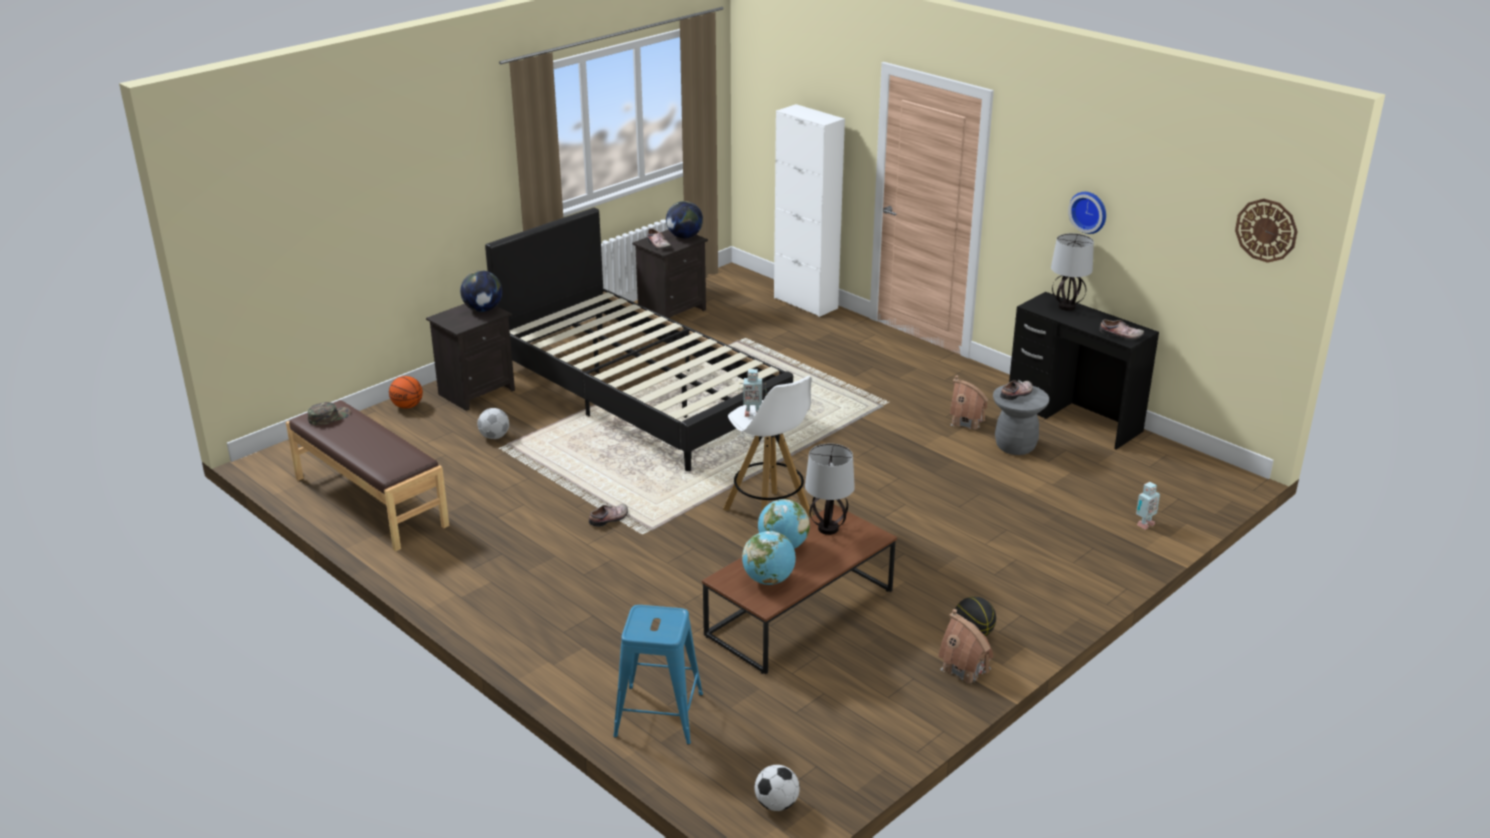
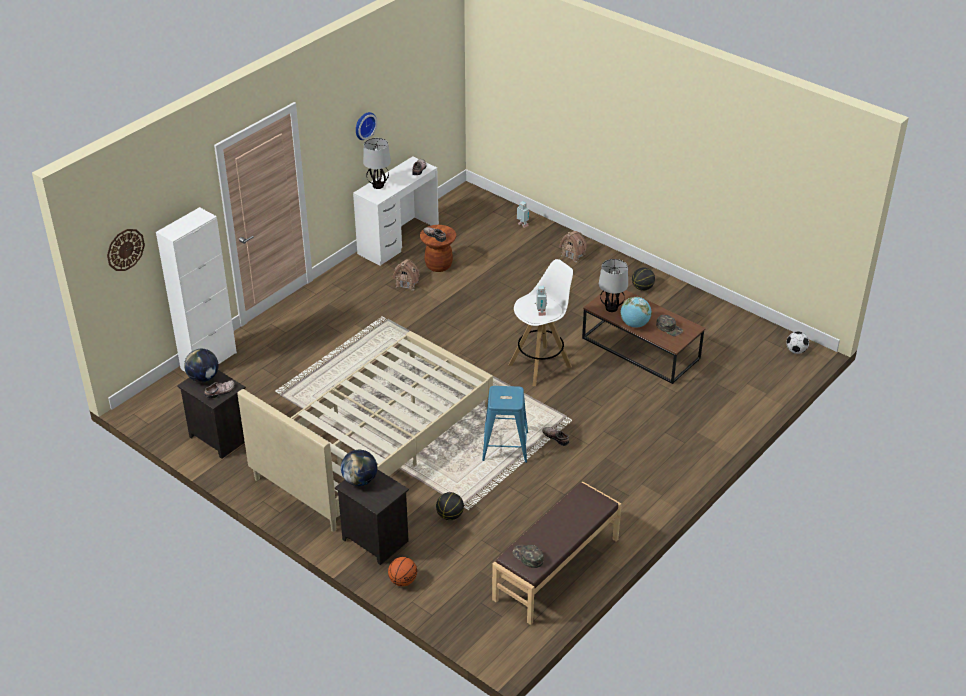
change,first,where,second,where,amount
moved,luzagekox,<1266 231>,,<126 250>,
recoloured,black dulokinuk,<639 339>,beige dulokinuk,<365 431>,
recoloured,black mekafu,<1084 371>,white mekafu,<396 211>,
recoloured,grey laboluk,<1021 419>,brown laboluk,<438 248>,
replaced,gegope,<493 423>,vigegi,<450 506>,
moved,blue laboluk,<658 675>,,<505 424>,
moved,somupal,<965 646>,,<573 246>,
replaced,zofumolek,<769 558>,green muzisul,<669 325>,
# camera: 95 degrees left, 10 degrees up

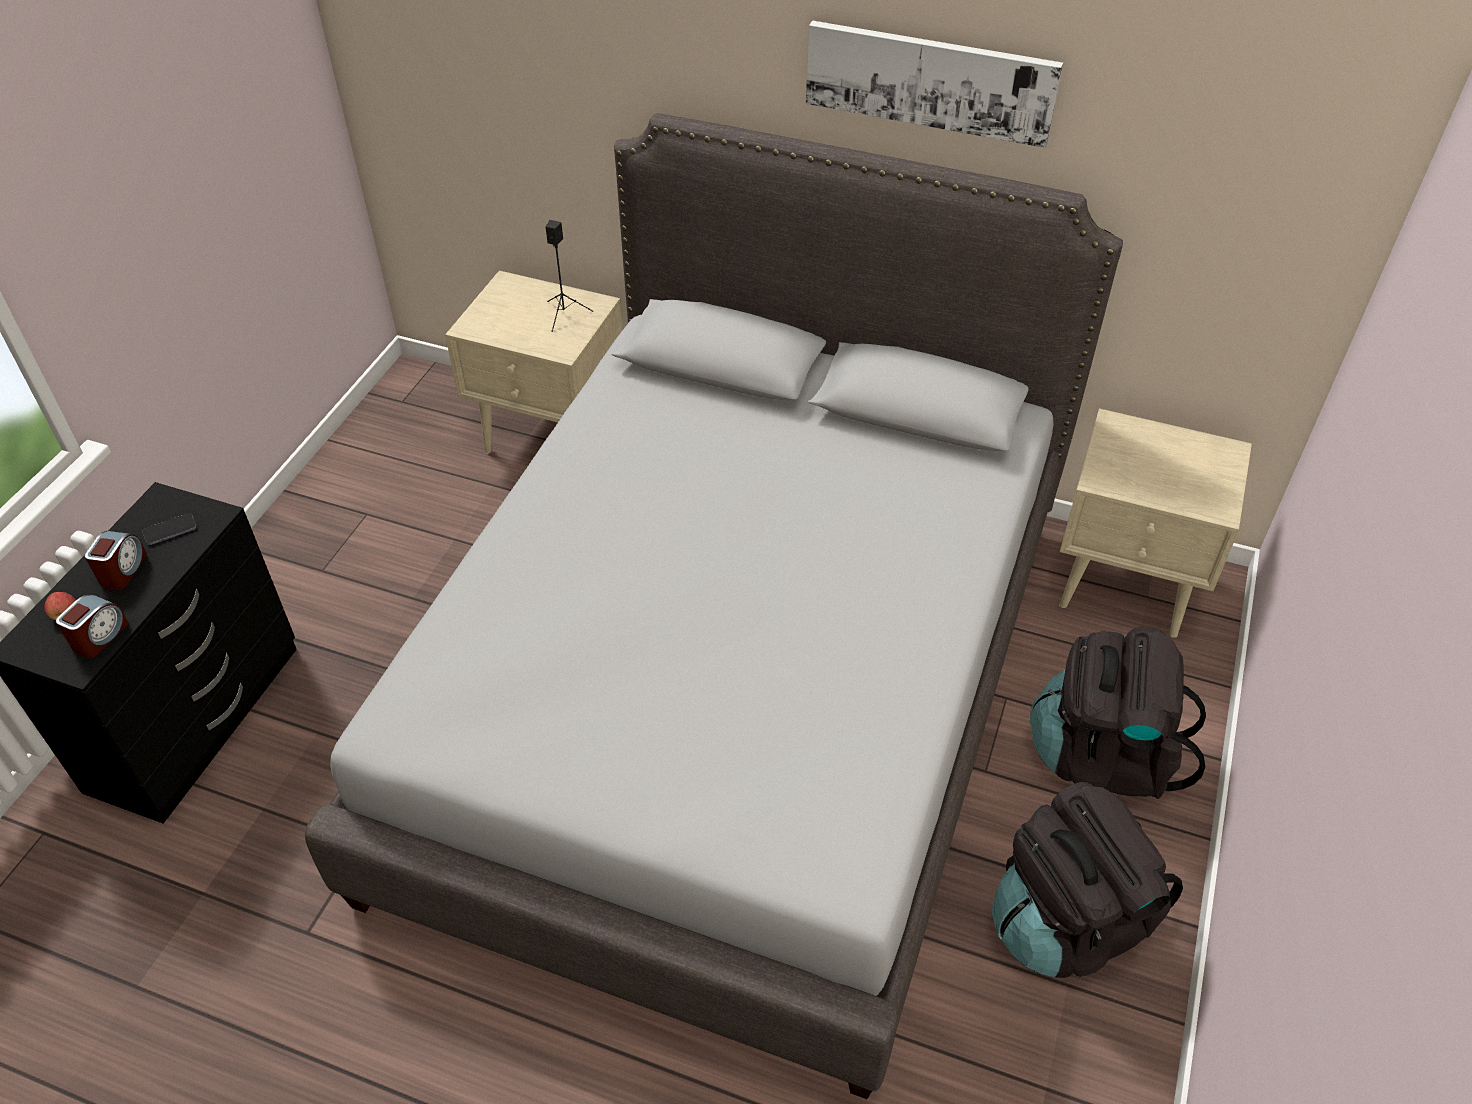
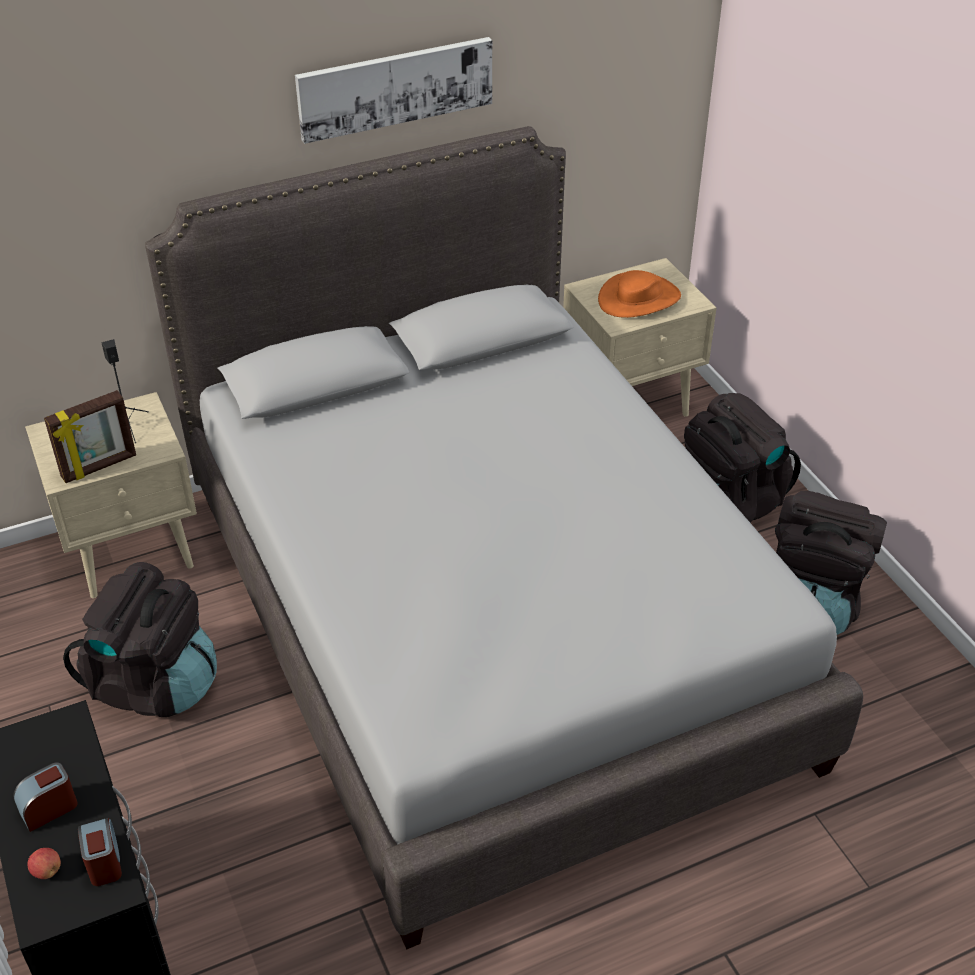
change,first,where,second,where,amount
turned,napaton,<116 560>,,<45 797>,90 degrees counterclockwise
added,,,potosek,<90 436>,
added,,,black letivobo,<140 639>,
added,,,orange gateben,<639 294>,
removed,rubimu,<169 529>,,,
# camera: 45 degrees left, 5 degrees down

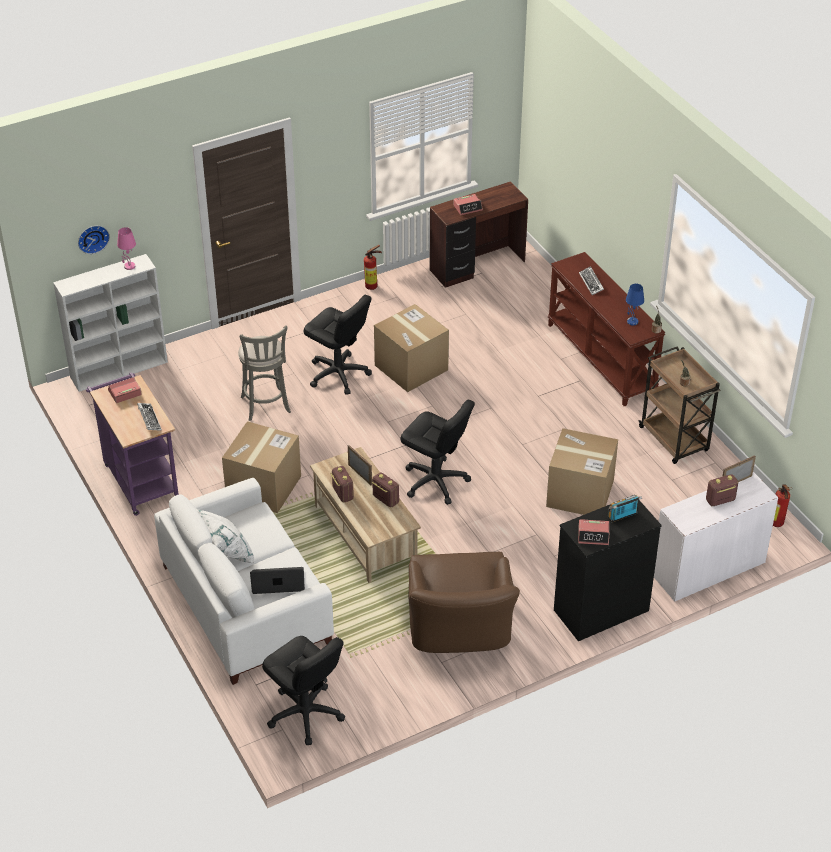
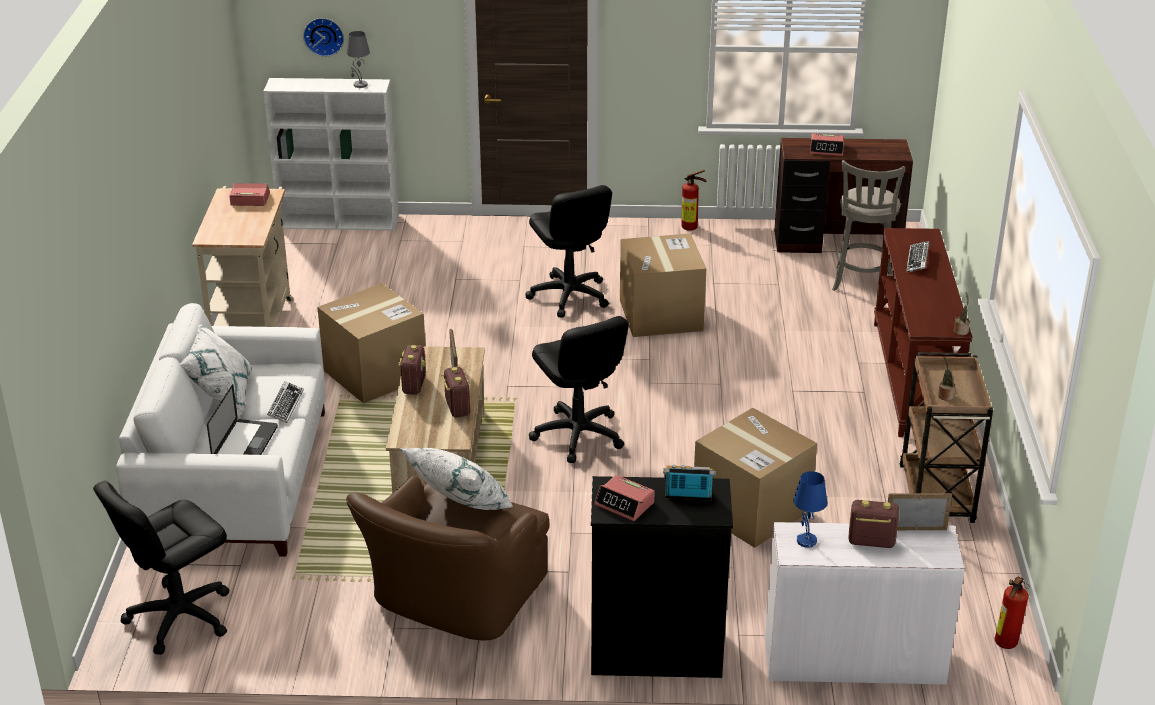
change,first,where,second,where,amount
turned,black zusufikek,<303 690>,,<161 568>,60 degrees clockwise
recoloured,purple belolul,<132 444>,beige belolul,<243 256>,
turned,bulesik,<277 580>,,<242 419>,75 degrees clockwise
moved,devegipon,<149 417>,,<285 402>,
recoloured,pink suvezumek,<126 248>,grey suvezumek,<358 59>,
added,,,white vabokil,<457 479>,
moved,blue suvezumek,<635 305>,,<810 509>,
moved,grey laboluk,<264 373>,,<868 228>,
# camera: 30 degrees right, 10 degrees down

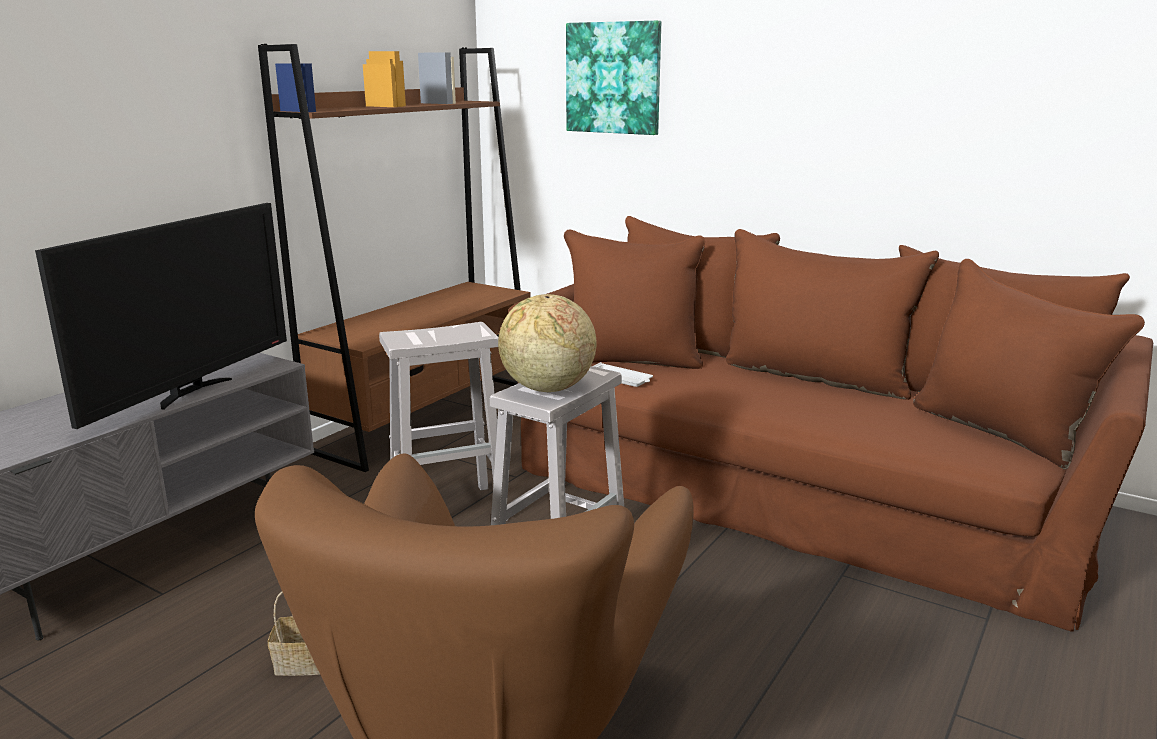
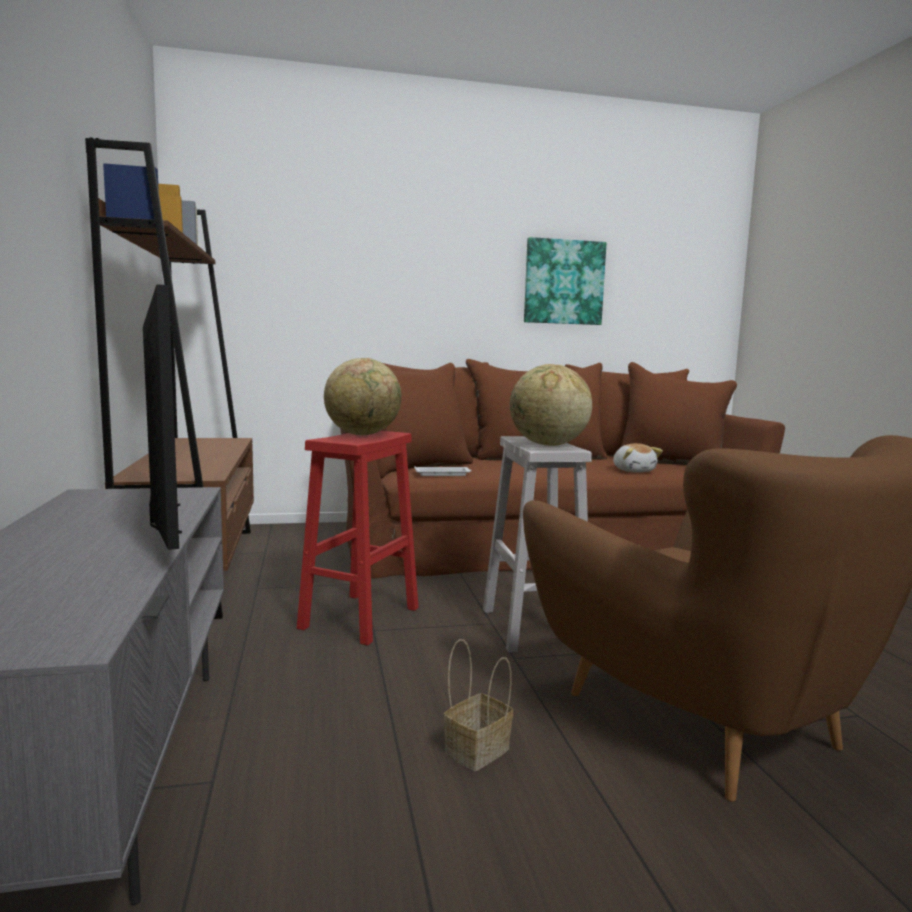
change,first,where,second,where,amount
recoloured,white laboluk,<443 421>,red laboluk,<358 538>,
added,,,zofumolek,<363 396>,
moved,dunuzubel,<613 78>,,<565 281>,
added,,,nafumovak,<638 457>,
# camera: 45 degrees left, 10 degrees down

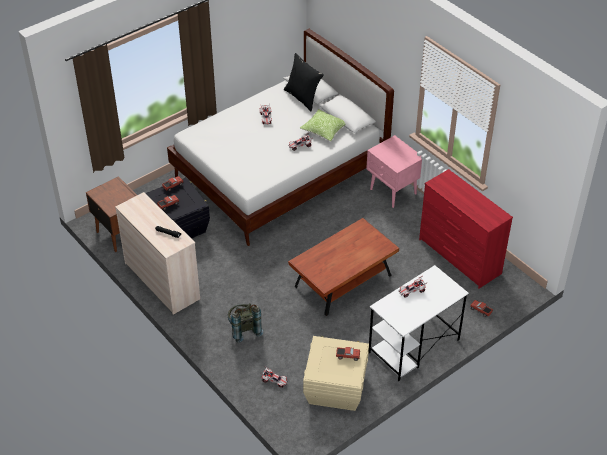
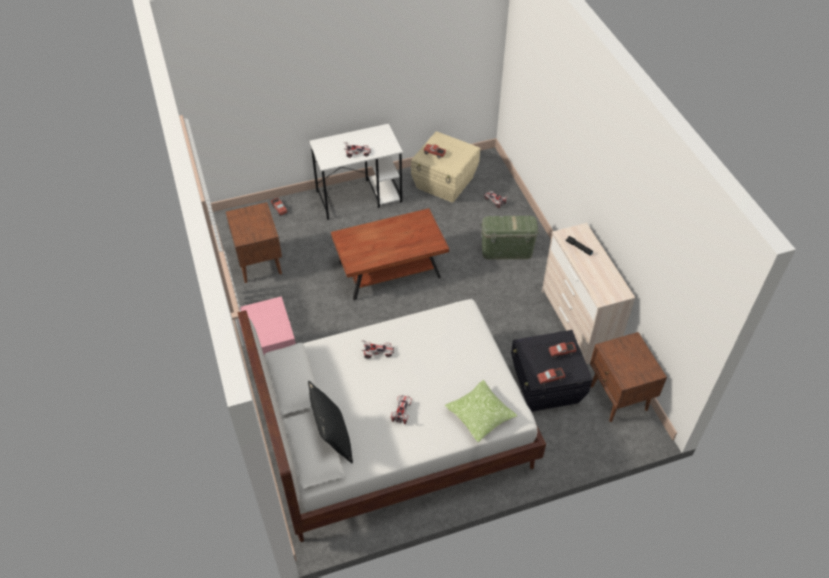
change,first,where,second,where,amount
replaced,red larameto,<466 229>,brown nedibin,<254 242>,
moved,vabokil,<322 125>,,<481 411>,
replaced,grey letivobo,<245 323>,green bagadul,<509 238>,
# camera: 160 degrees left, 5 degrees up

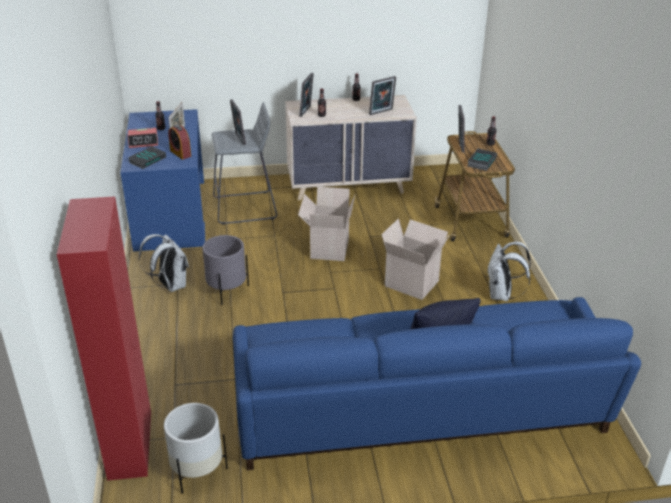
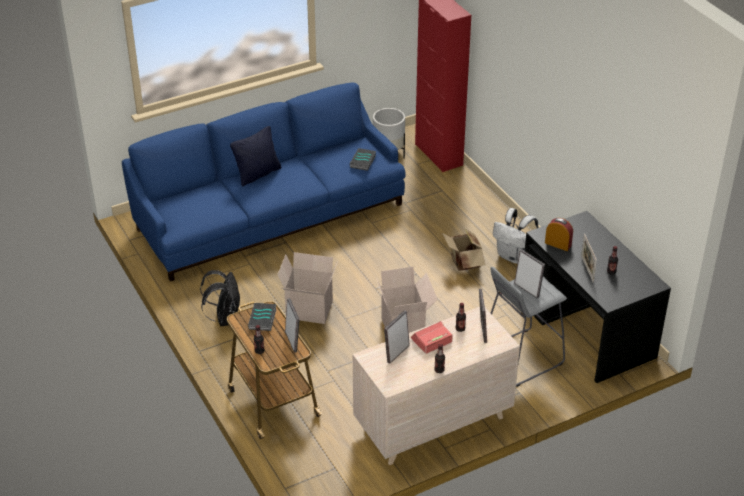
change,first,where,second,where,amount
recoloured,white letivobo,<509 271>,black letivobo,<220 298>,
moved,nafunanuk,<147 157>,,<363 159>,
moved,napaton,<143 138>,,<432 337>,
replaced,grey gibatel,<225 270>,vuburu,<464 250>,
recoloured,blue mekafu,<162 180>,black mekafu,<598 297>,
# camera: 160 degrees right, 5 degrees up

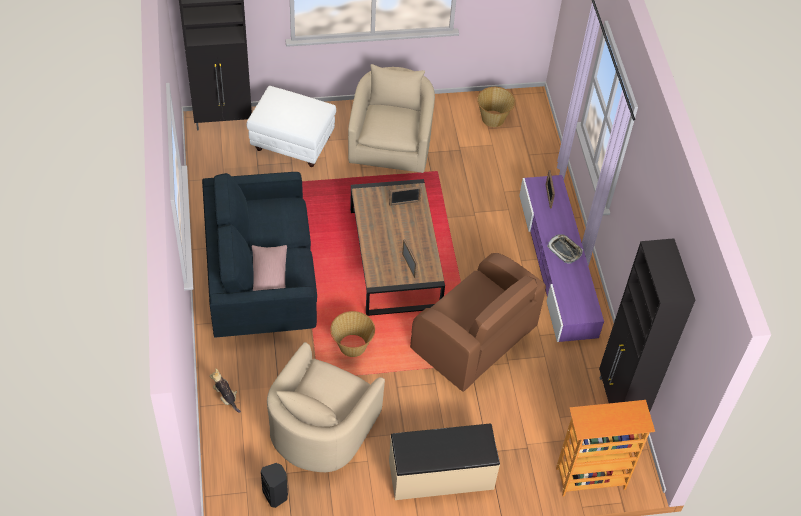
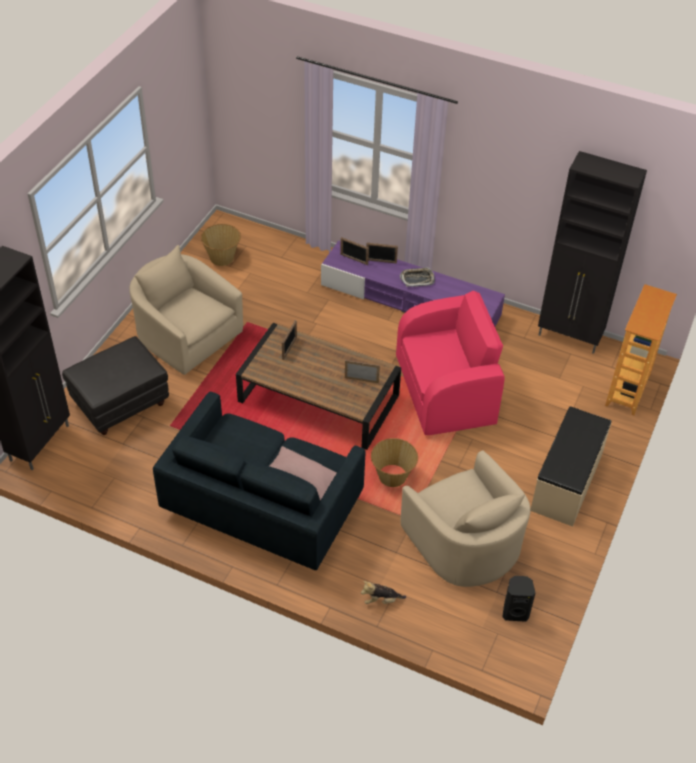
change,first,where,second,where,amount
recoloured,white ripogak,<291 126>,black ripogak,<115 385>,
added,,,potosek,<382 253>,
recoloured,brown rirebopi,<478 322>,pink rirebopi,<450 363>,
# camera: 55 degrees left, 5 degrees down

